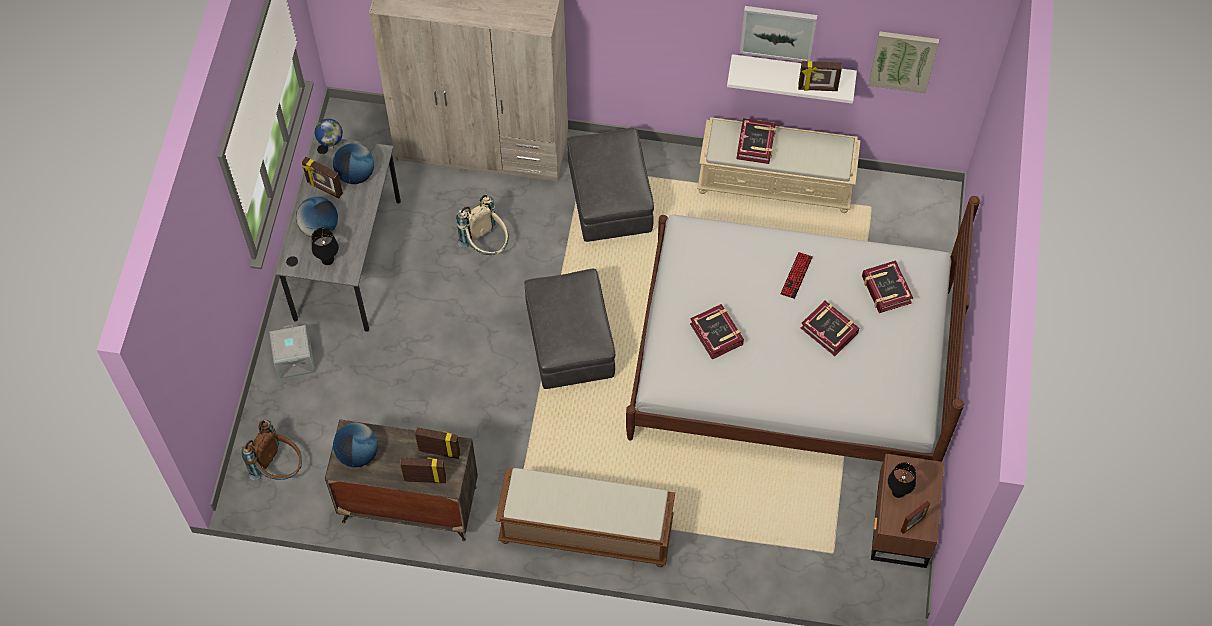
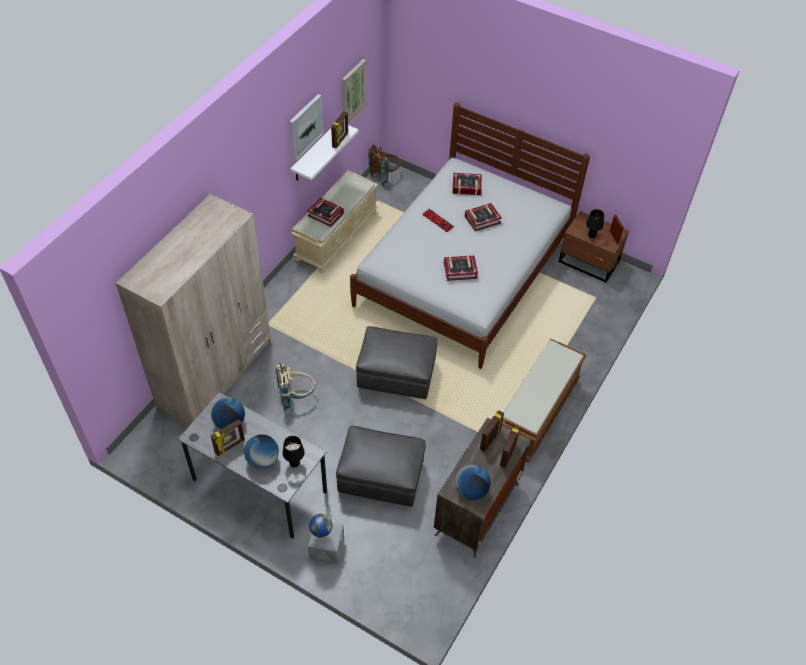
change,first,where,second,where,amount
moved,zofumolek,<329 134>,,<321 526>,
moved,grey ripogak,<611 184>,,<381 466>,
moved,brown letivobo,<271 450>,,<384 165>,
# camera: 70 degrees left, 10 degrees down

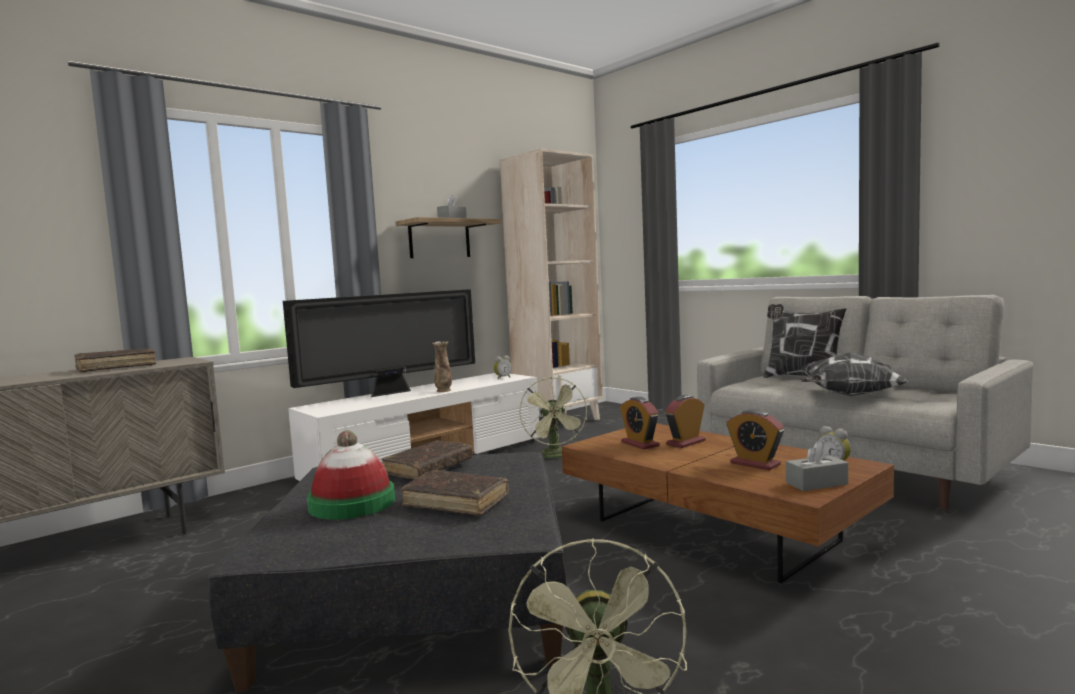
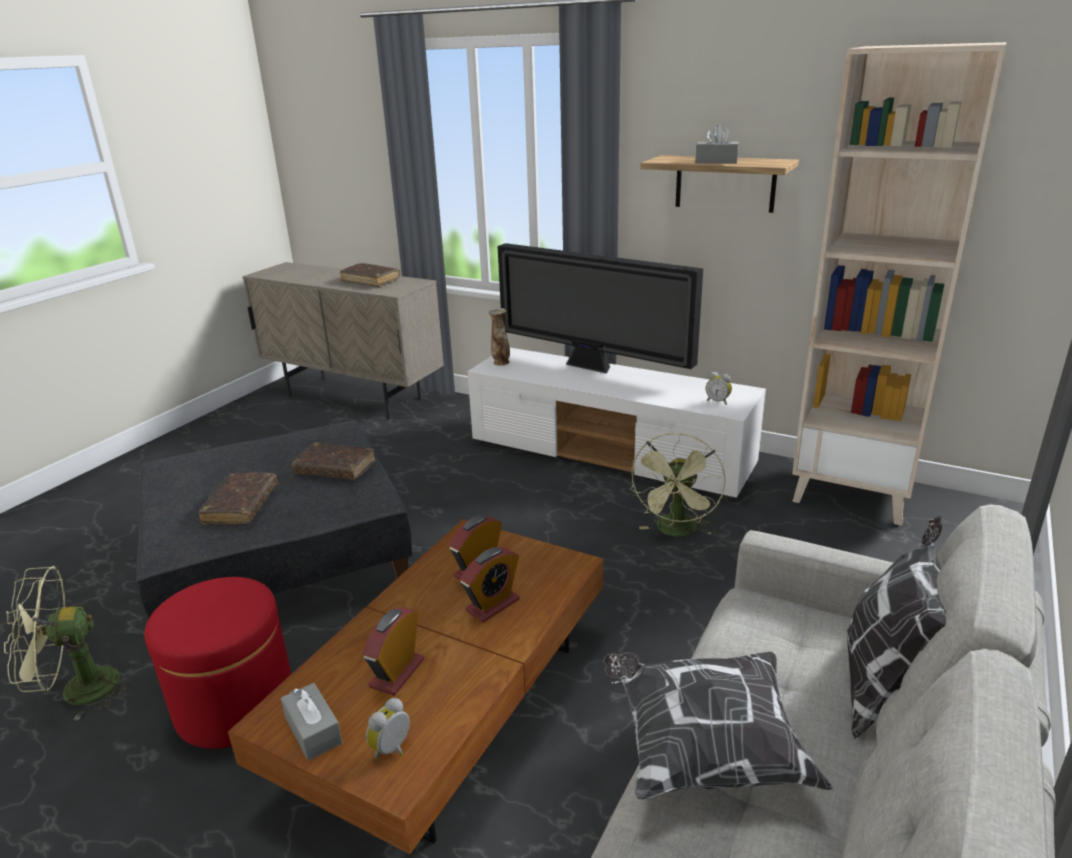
change,first,where,second,where,amount
added,,,red ripogak,<217 663>,
turned,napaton,<685 421>,,<490 585>,105 degrees clockwise
moved,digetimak,<442 366>,,<499 337>,
turned,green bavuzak,<553 417>,,<678 485>,45 degrees counterclockwise
removed,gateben,<351 475>,,,
# camera: 70 degrees right, 20 degrees up

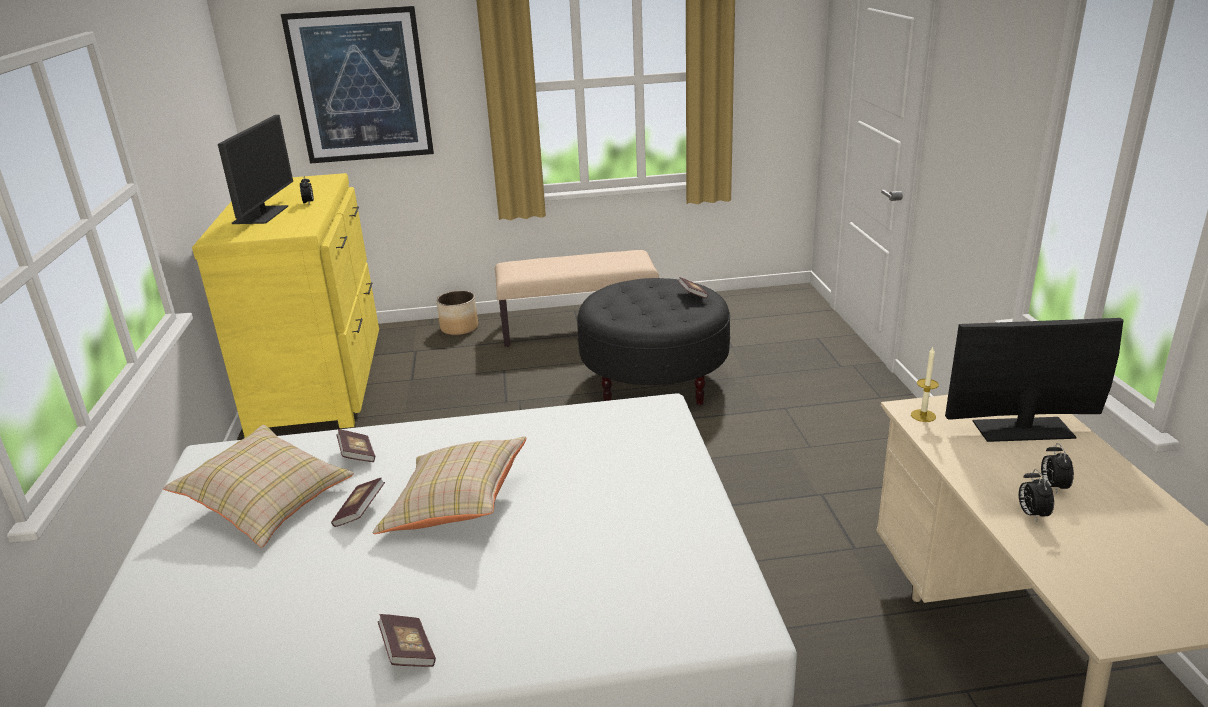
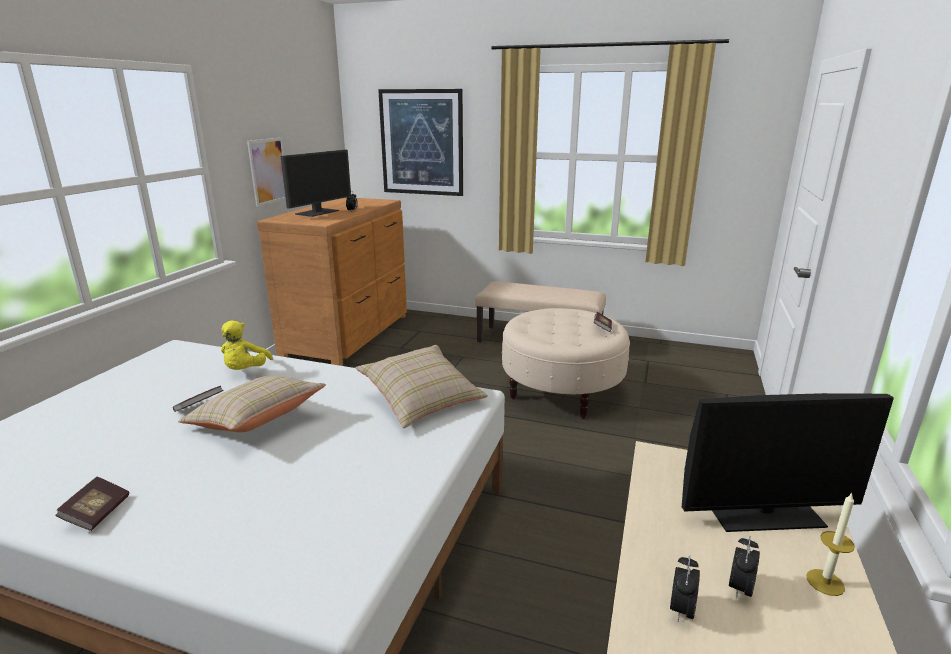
change,first,where,second,where,amount
replaced,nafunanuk,<355 445>,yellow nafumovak,<247 345>,
added,,,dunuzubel,<266 172>,
recoloured,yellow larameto,<285 305>,brown larameto,<332 281>,
moved,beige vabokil,<258 486>,,<422 386>,
recoloured,black ripogak,<653 341>,beige ripogak,<566 363>,
turned,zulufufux,<1034 380>,,<788 462>,150 degrees clockwise
moved,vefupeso,<925 384>,,<830 544>,
removed,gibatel,<457 313>,,,
# camera: 25 degrees right, 5 degrees down

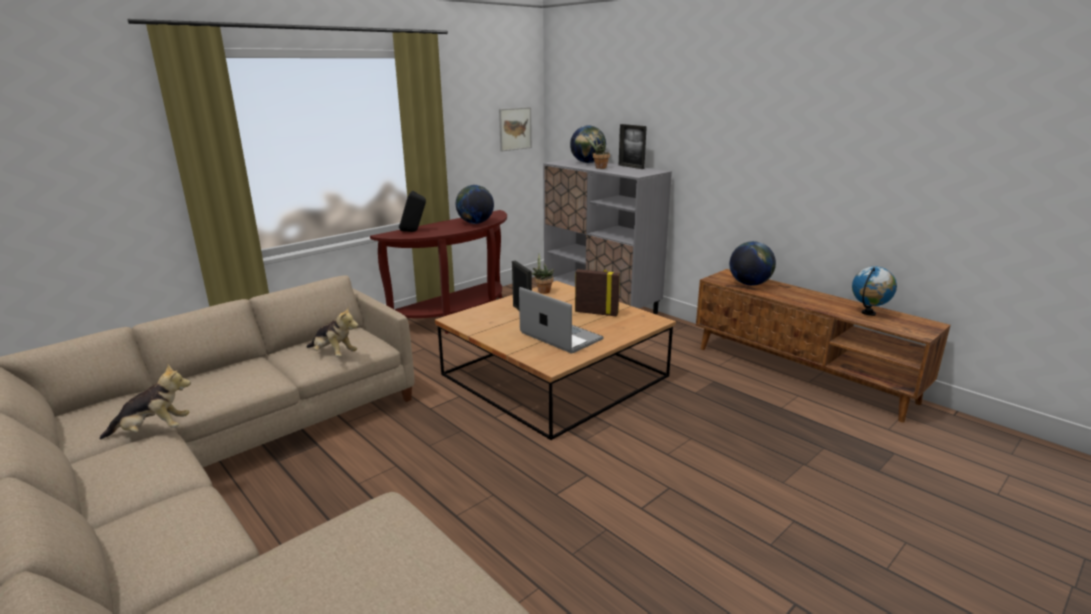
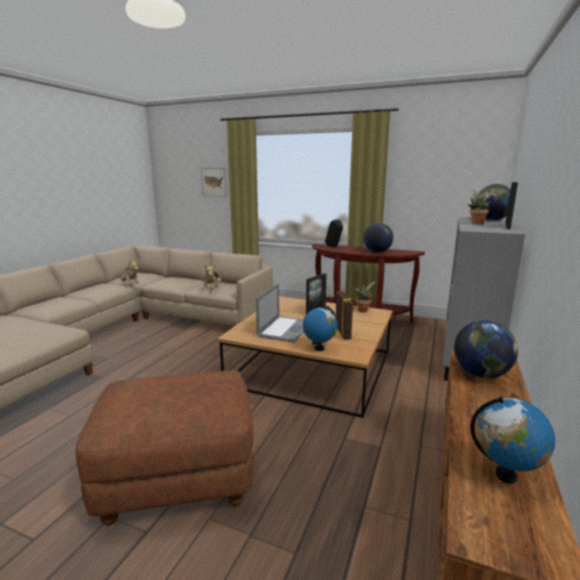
change,first,where,second,where,amount
added,,,brown ripogak,<164 448>,
moved,dunuzubel,<515 129>,,<214 182>,
added,,,zofumolek,<320 328>,
# camera: 65 degrees right, 5 degrees down

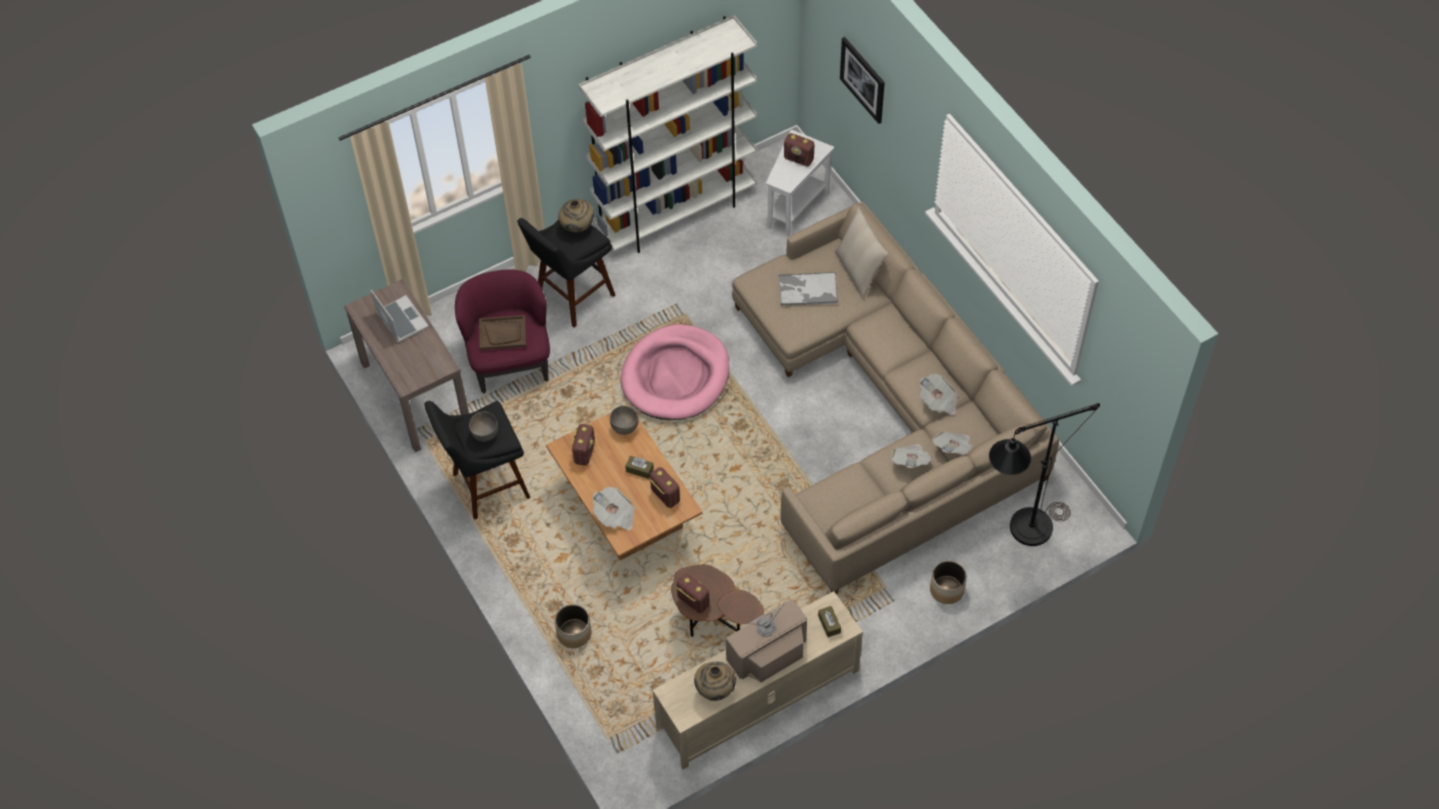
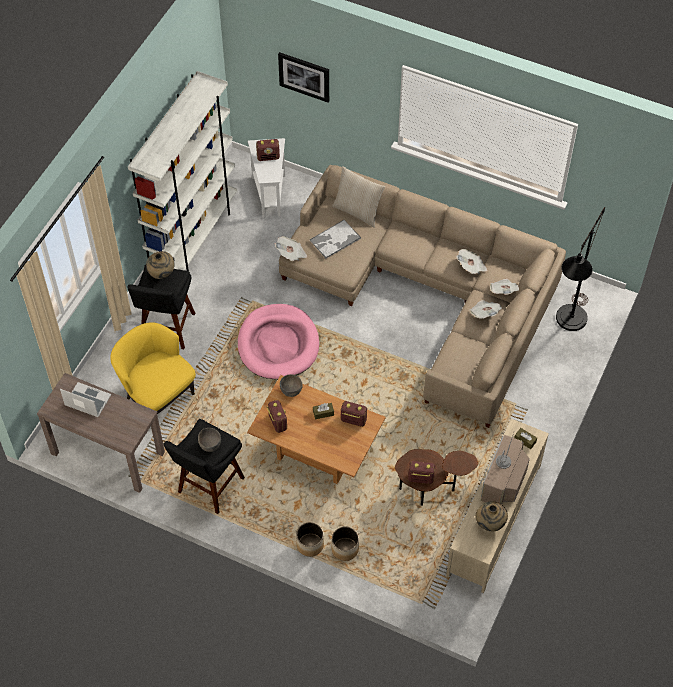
change,first,where,second,where,amount
recoloured,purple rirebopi,<502 331>,yellow rirebopi,<153 368>,
moved,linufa,<613 508>,,<291 248>,
moved,gibatel,<948 582>,,<310 539>,
removed,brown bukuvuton,<502 332>,,,
# camera: 35 degrees left, 0 degrees up

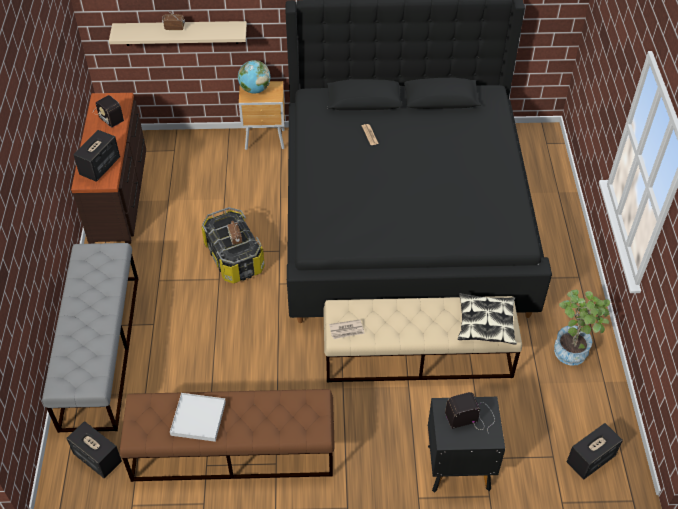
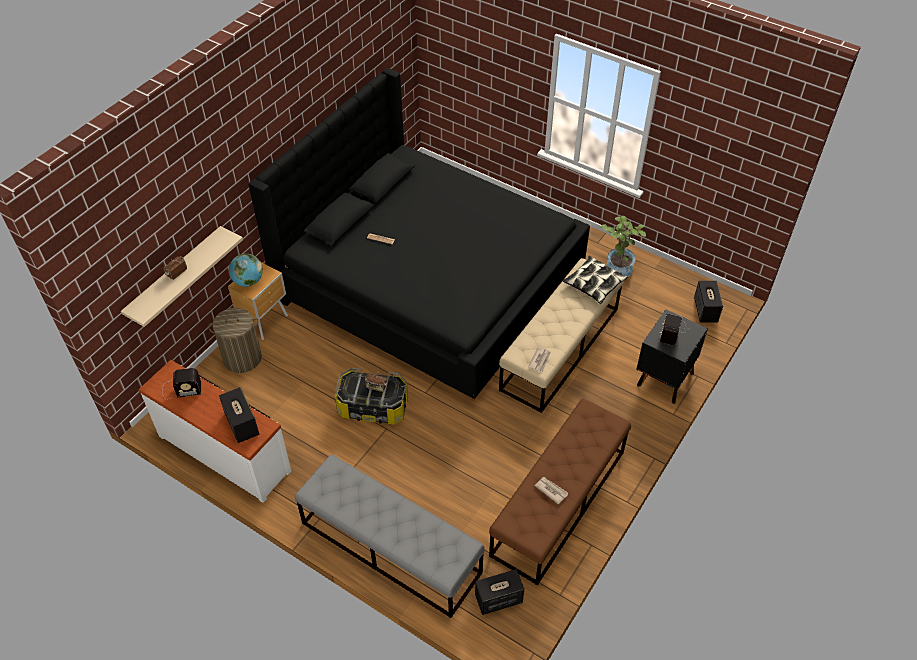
change,first,where,second,where,amount
recoloured,brown larameto,<108 168>,white larameto,<215 431>,
added,,,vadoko,<235 340>,
replaced,white bukuvuton,<198 417>,linufa,<551 491>,
# camera: 55 degrees left, 0 degrees up

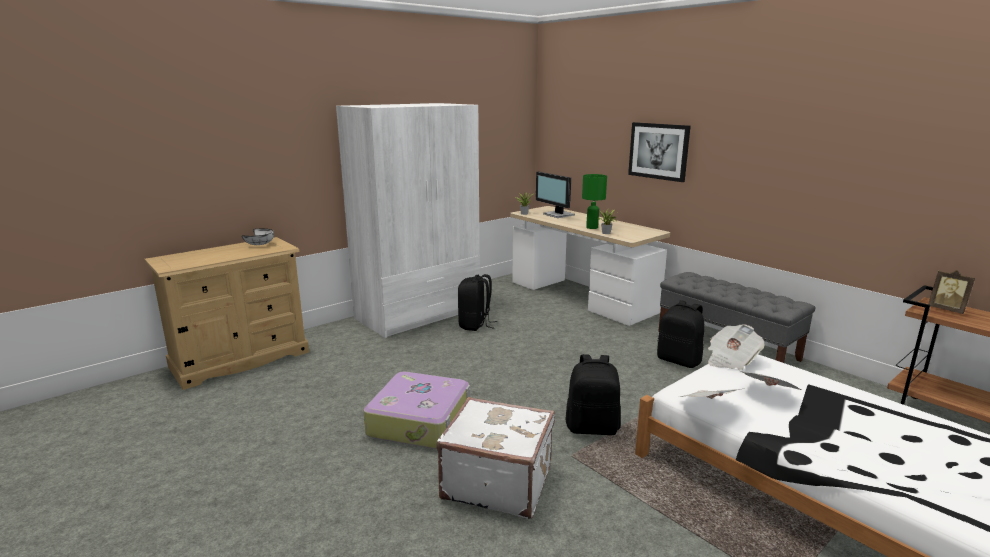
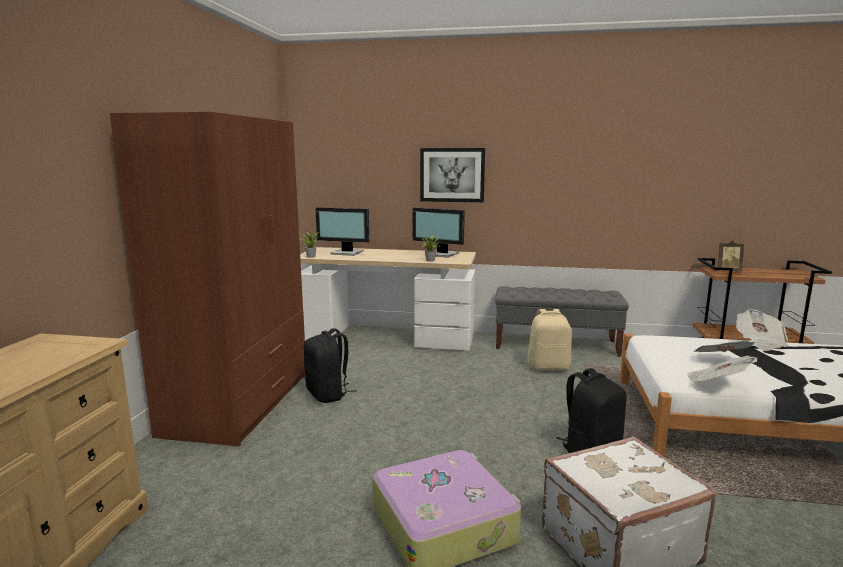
change,first,where,second,where,amount
recoloured,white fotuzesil,<408 220>,brown fotuzesil,<207 279>,
added,,,zulufufux,<439 232>,
recoloured,black letivobo,<680 334>,beige letivobo,<549 339>,
moved,linufa,<736 347>,,<762 330>,
removed,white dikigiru,<258 237>,,,
removed,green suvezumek,<594 201>,,,
# camera: 40 degrees left, 5 degrees down

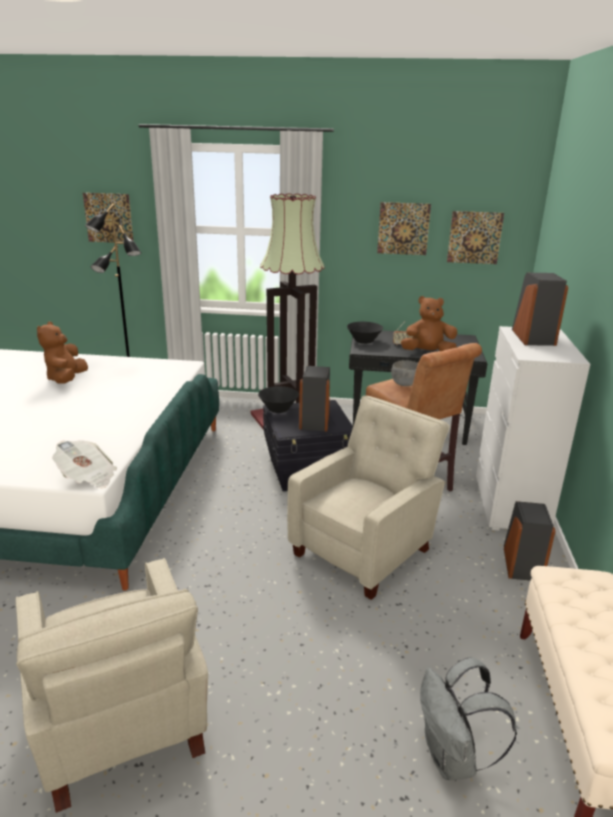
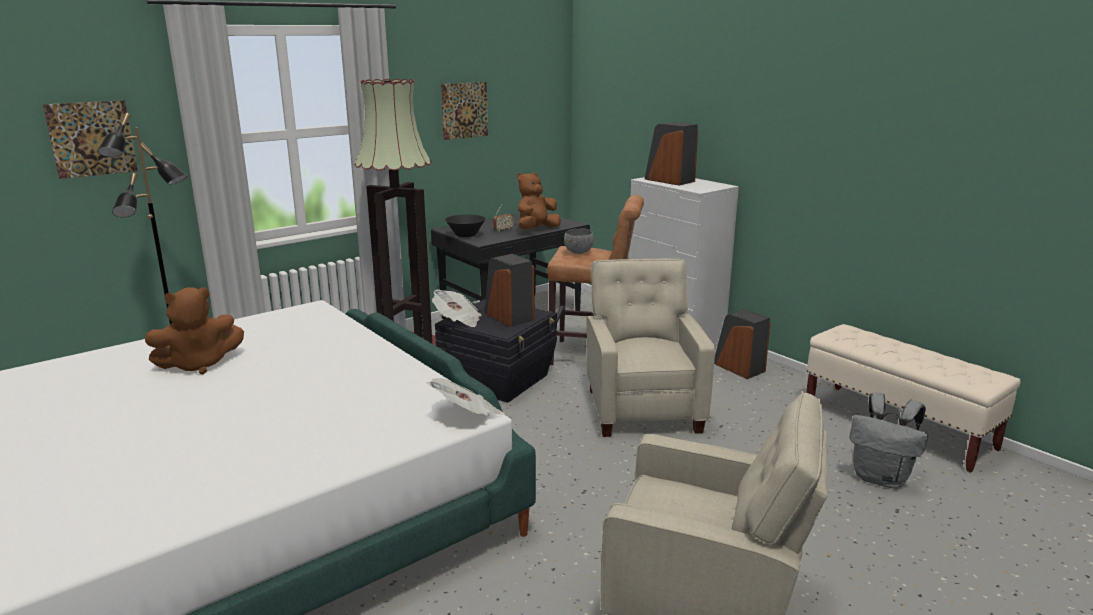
change,first,where,second,where,amount
turned,brown nafumovak,<62 352>,,<194 330>,75 degrees counterclockwise
replaced,black dikigiru,<278 399>,linufa,<457 308>,
removed,dunuzubel,<475 237>,,,
# camera: 45 degrees left, 5 degrees down

